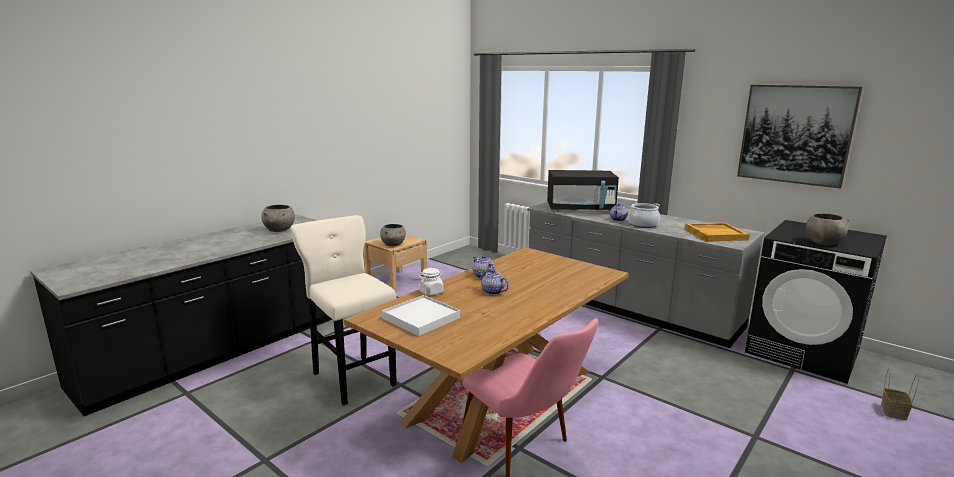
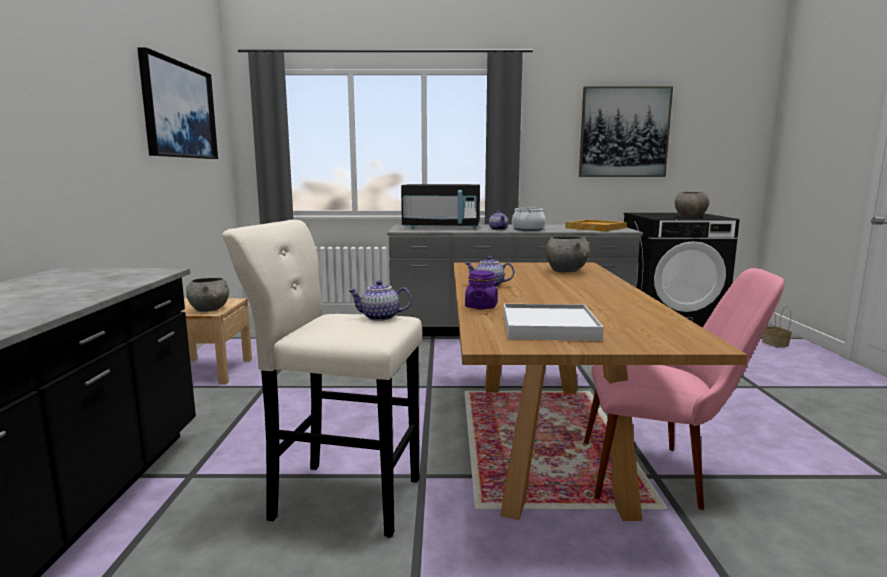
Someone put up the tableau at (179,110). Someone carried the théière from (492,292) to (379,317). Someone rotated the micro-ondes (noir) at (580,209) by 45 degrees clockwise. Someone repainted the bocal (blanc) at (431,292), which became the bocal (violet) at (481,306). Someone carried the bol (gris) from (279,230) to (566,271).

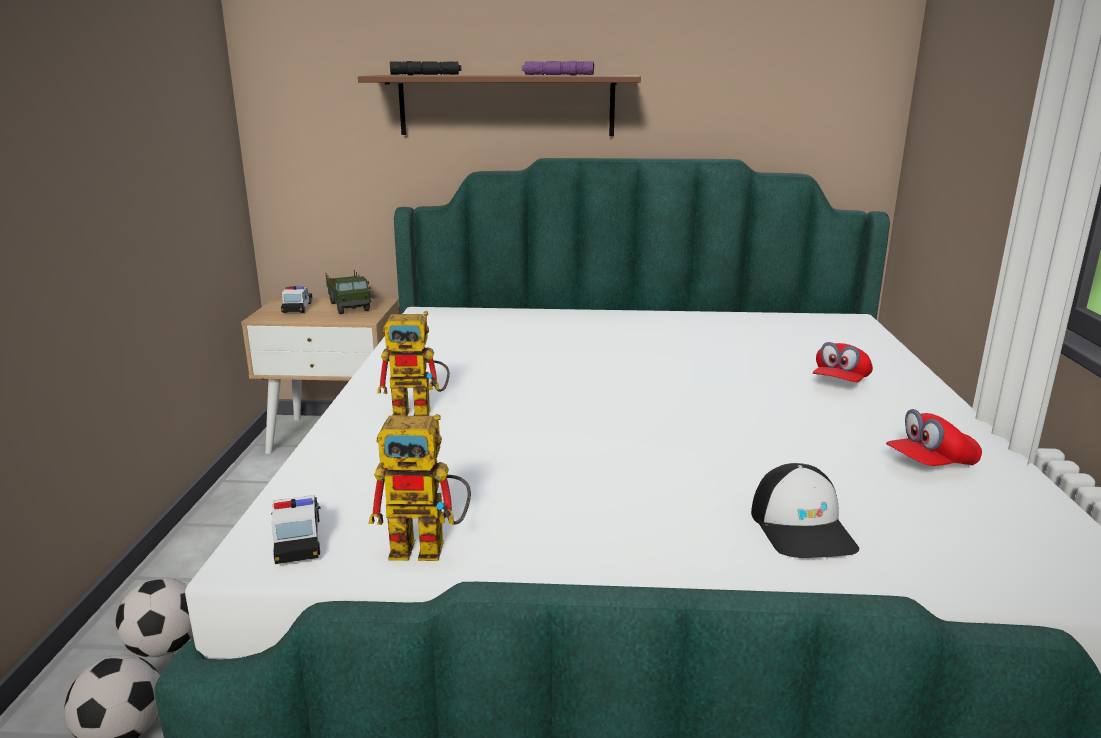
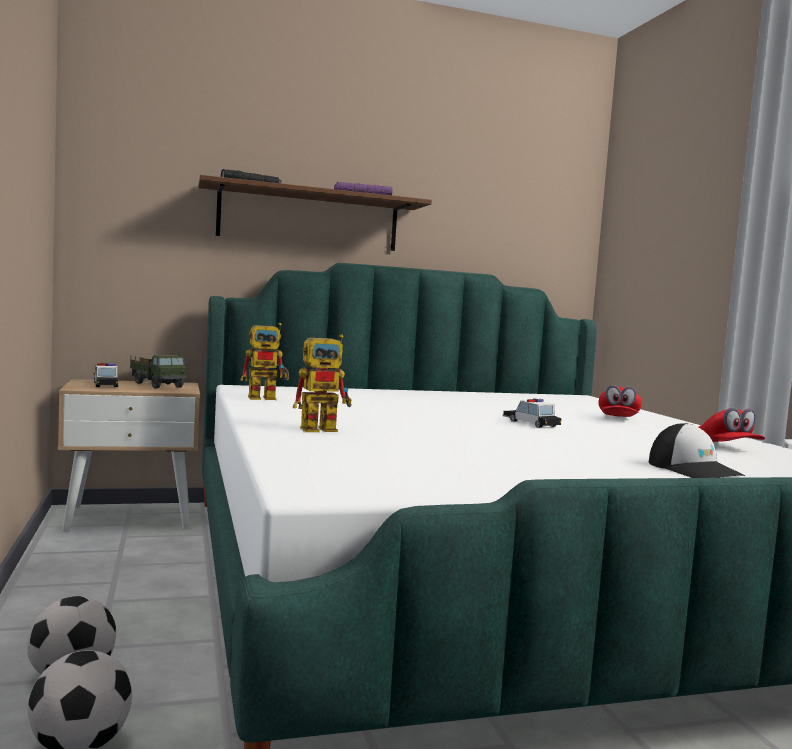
Someone carried the robot jouet from (430,547) to (268,398). Someone carried the petite voiture from (298,537) to (530,423). Someone rotated the casquette (rouge) at (930,464) by 60 degrees counterclockwise.

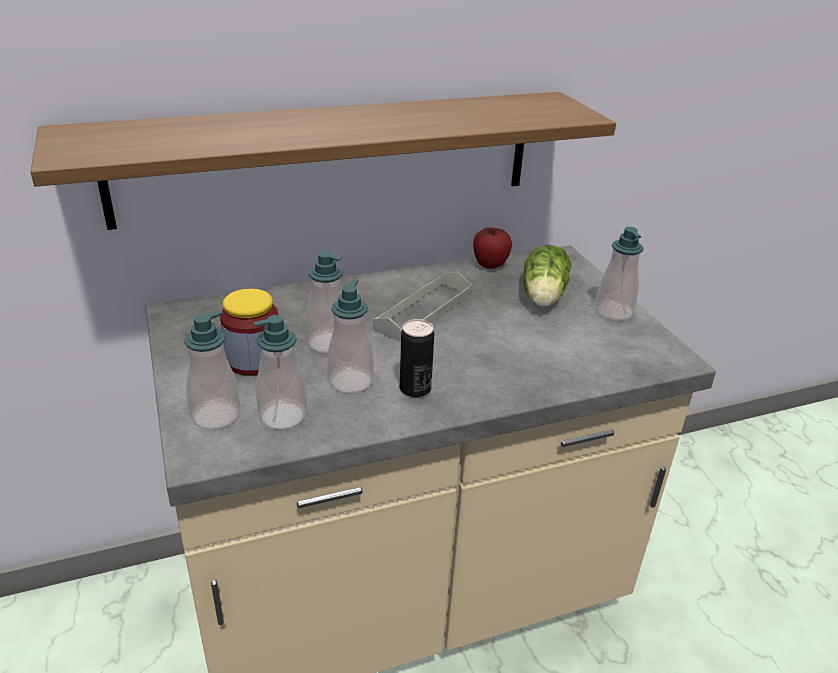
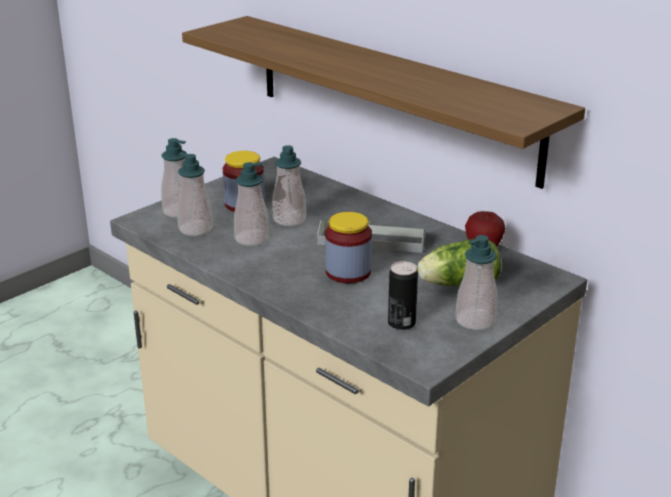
Someone put down the bocal at (348,272). Someone carried the boîte métallique from (415,389) to (401,323).

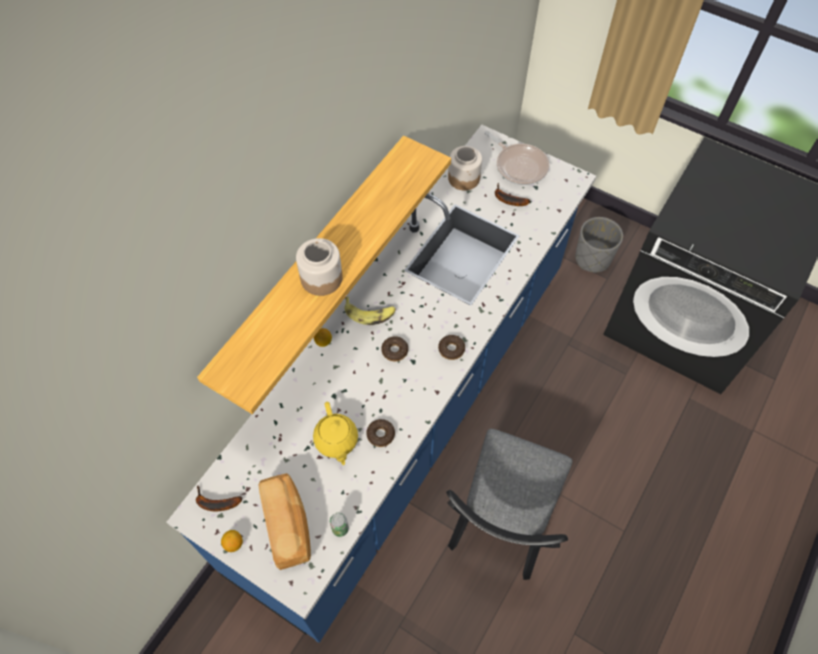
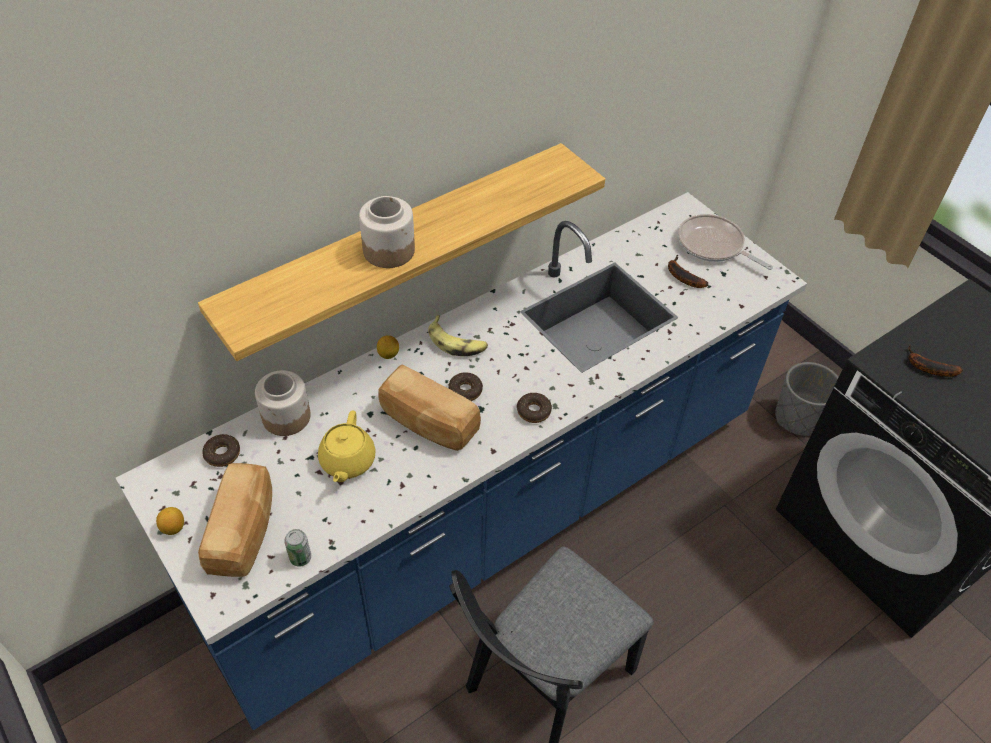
Someone carried the beignet from (380,434) to (222,454). Someone carried the bocal from (464,178) to (287,417). Someone put down the pain at (428,423). Someone rotated the poêle at (519,165) by 150 degrees clockwise. Someone carried the banane from (215,503) to (927,367).

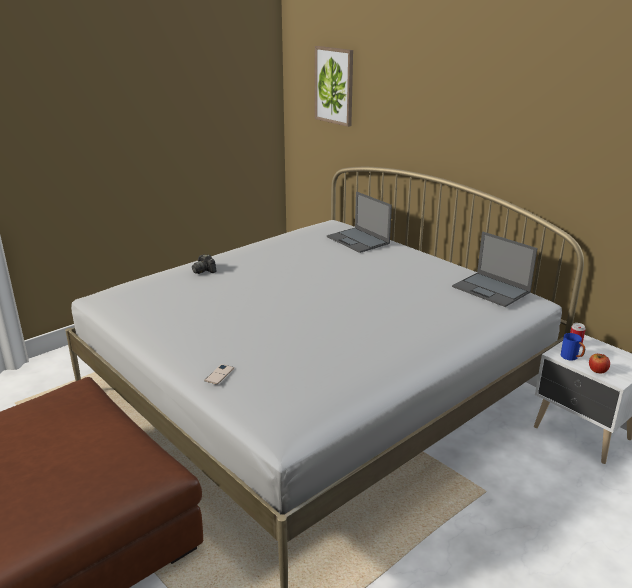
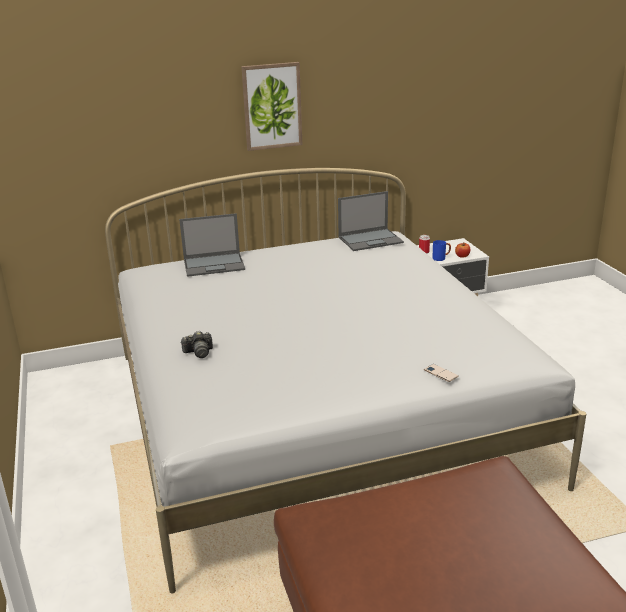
Someone carried the tableau from (334,85) to (272,106).

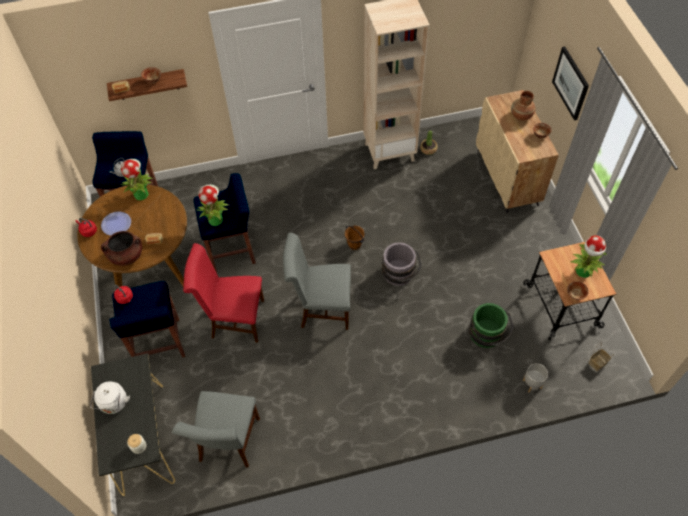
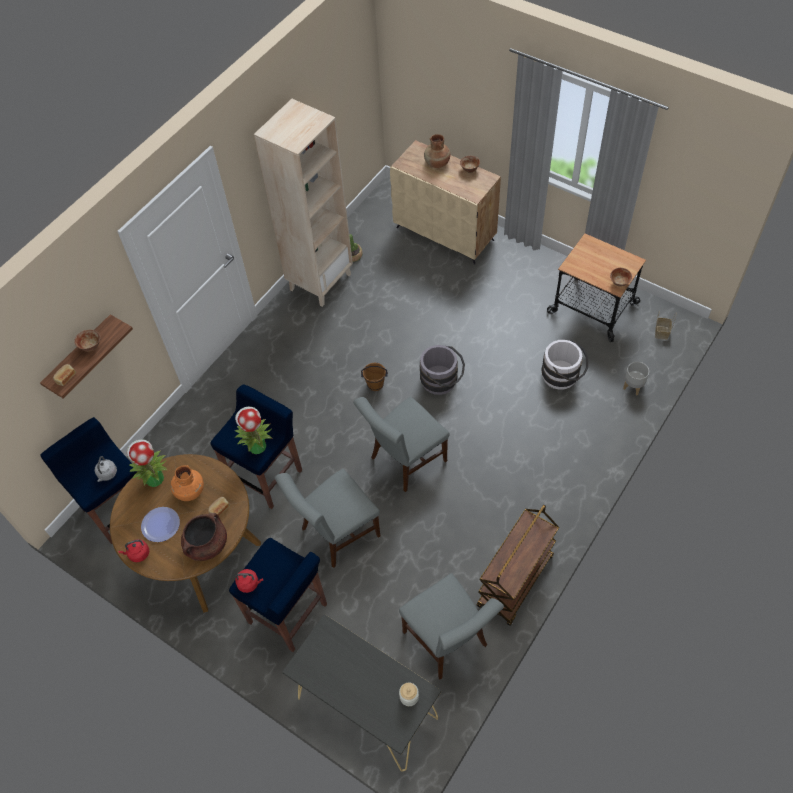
Someone put down the vase (orange) at (189,491). Someone repainted the chaise (rouge) at (233,319), which became the chaise (gris) at (336,534). Someone put down the chariot (marron) at (515,582). Someone repainted the seau (vert) at (487,336), which became the seau (blanc) at (563,376). Someone took away the bouilloire (blanc) at (113,404). Someone took away the tableau at (571,83). Someone took away the plante en pot at (583,271).

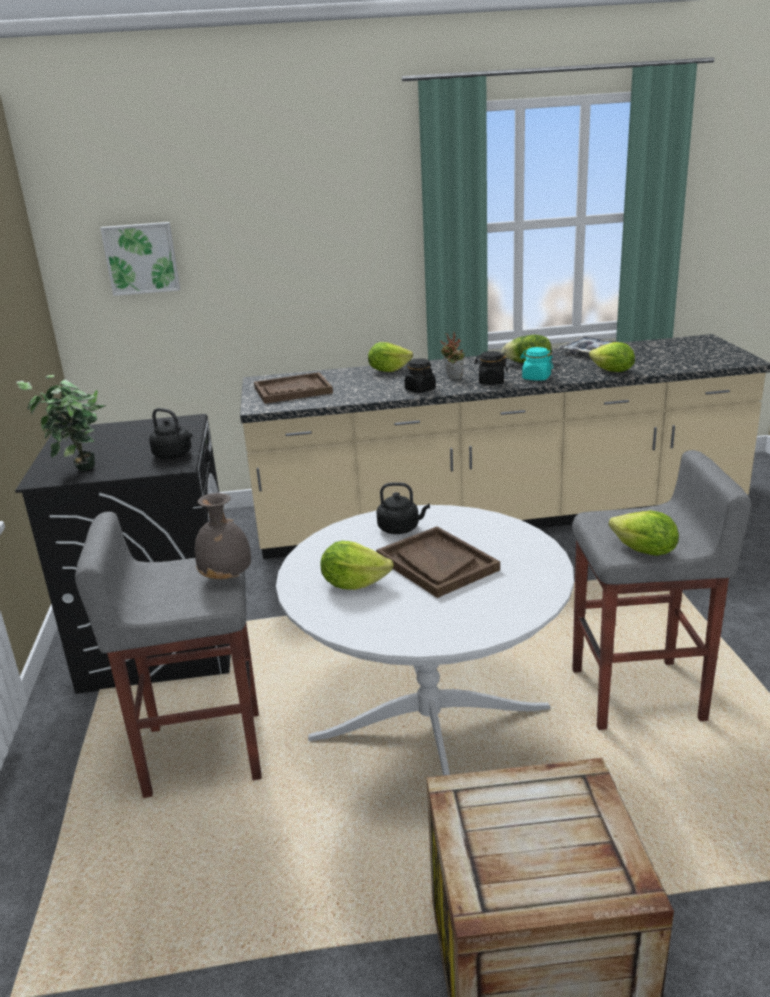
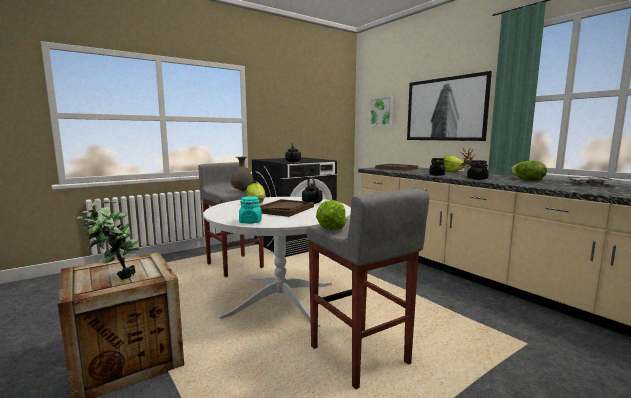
Someone carried the plante en pot from (80,473) to (115,279). Someone carried the bocal (turquoise) from (536,378) to (250,222). Someone put up the tableau at (445,109). Someone took away the laitue at (612,371).

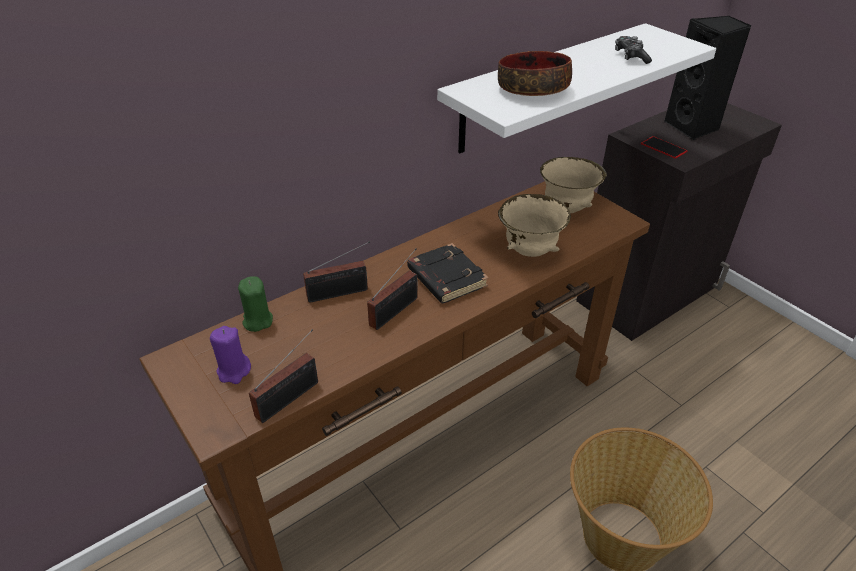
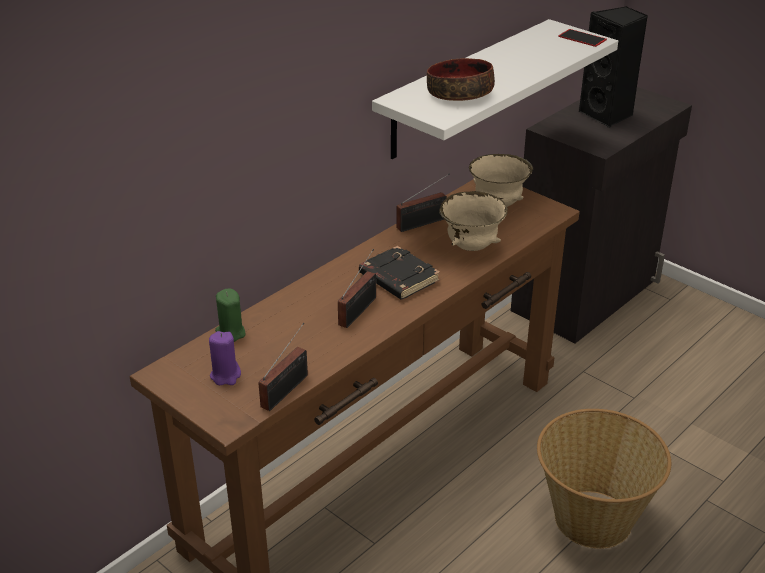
Someone carried the radio from (341,293) to (424,223). Someone carried the téléphone from (663,147) to (582,38). Someone took away the manette at (630,57).

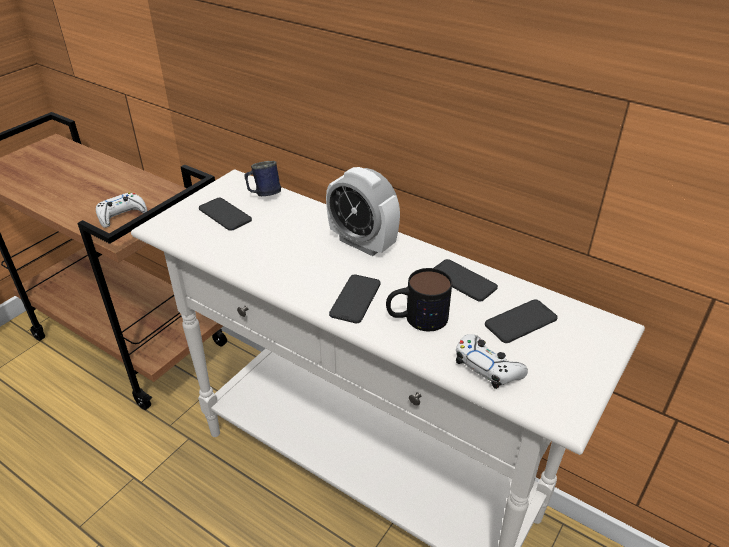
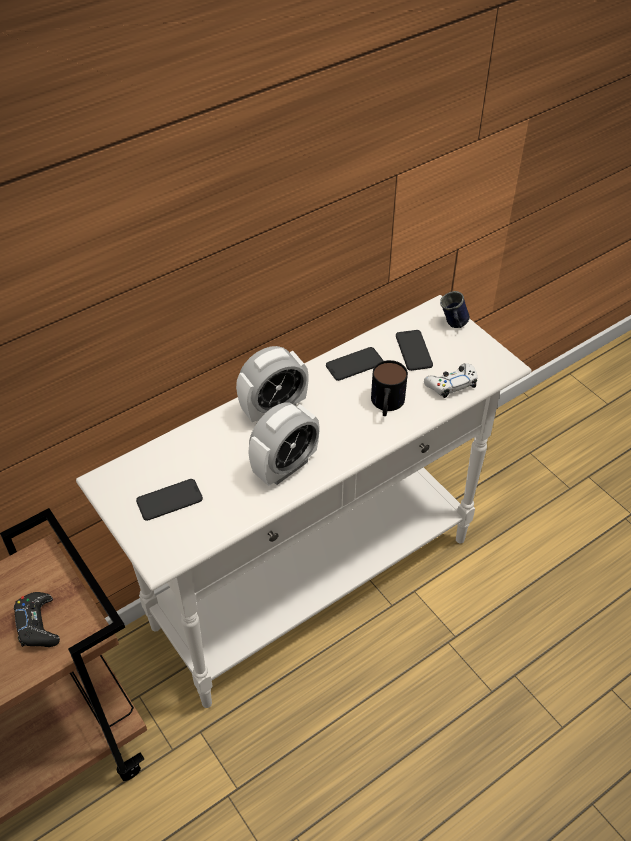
Someone repainted the manette (blanc) at (121,215), which became the manette (noir) at (38,625). Someone put down the réveil at (285,467). Someone carried the mug (bleu) from (264,194) to (453,325). Someone took away the téléphone at (355,299).

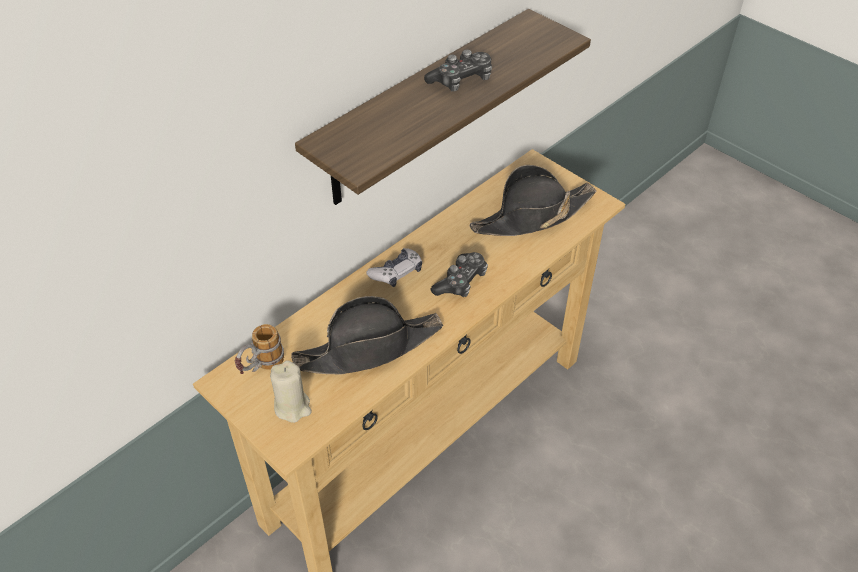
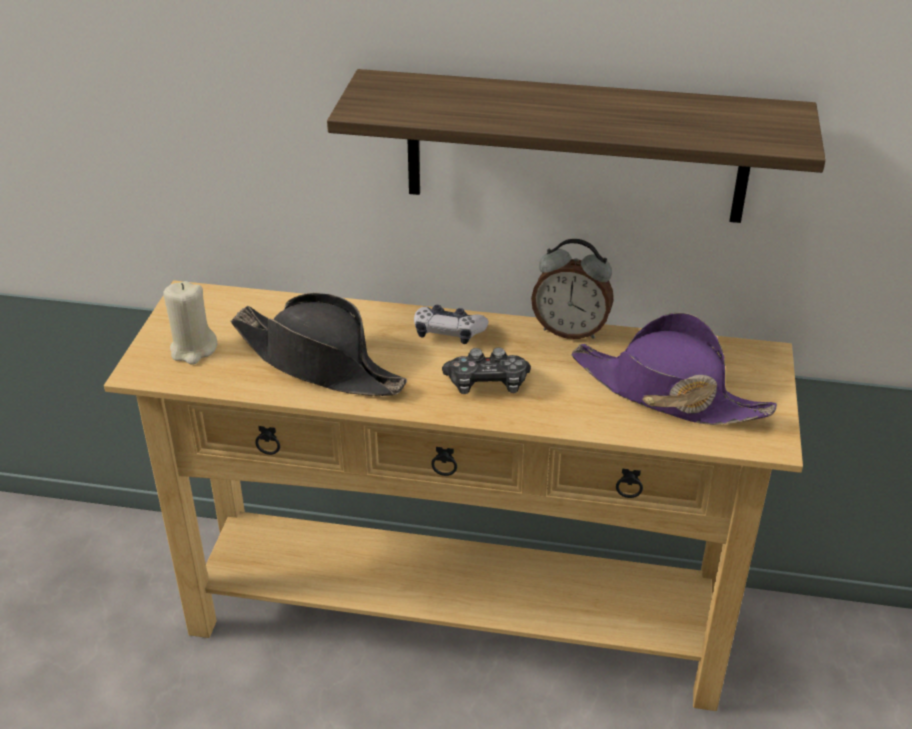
Someone put down the réveil at (570,330). Someone repainted the chapeau (noir) at (532,216), which became the chapeau (violet) at (667,393). Someone took away the mug at (261,368). Someone took away the manette at (461,80).

